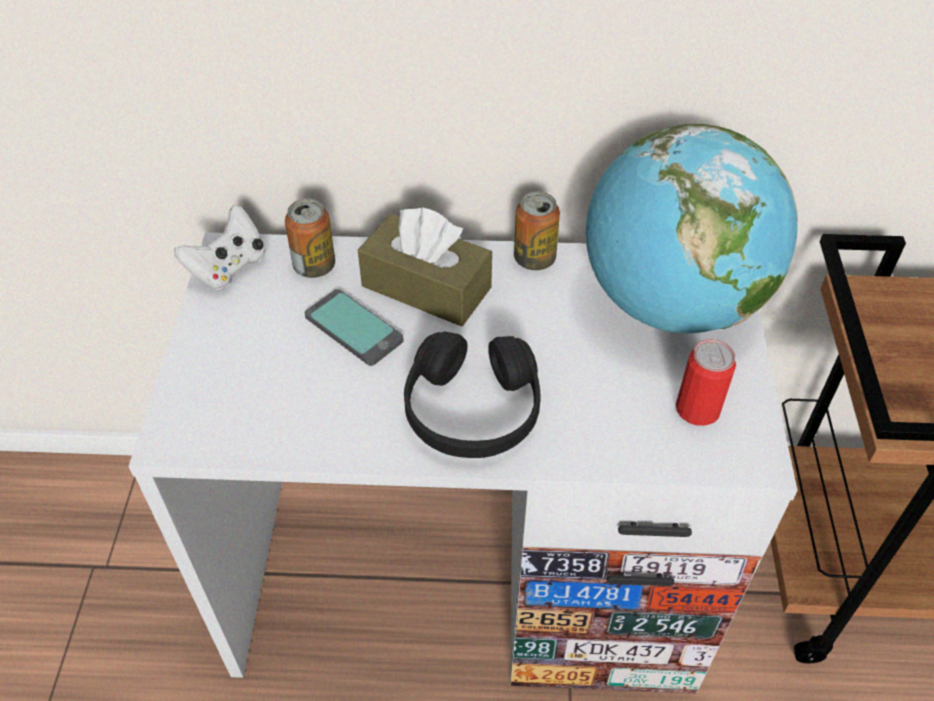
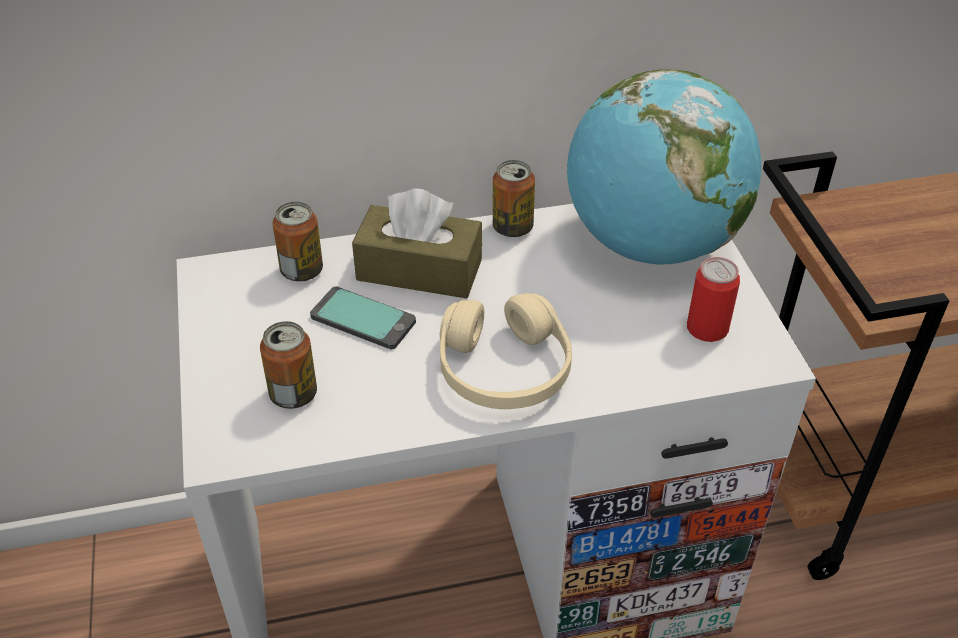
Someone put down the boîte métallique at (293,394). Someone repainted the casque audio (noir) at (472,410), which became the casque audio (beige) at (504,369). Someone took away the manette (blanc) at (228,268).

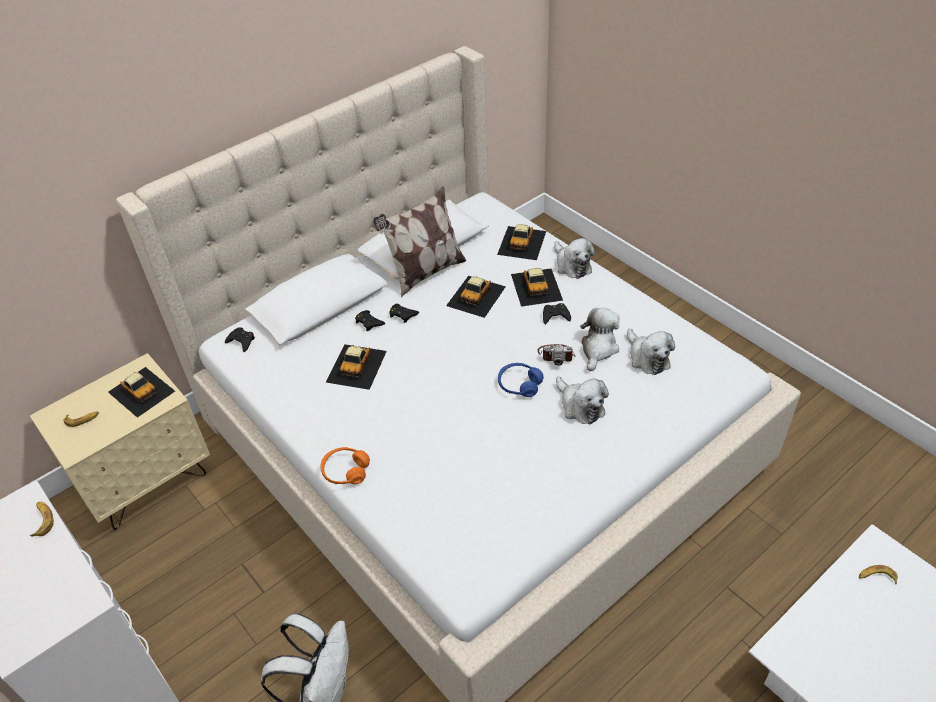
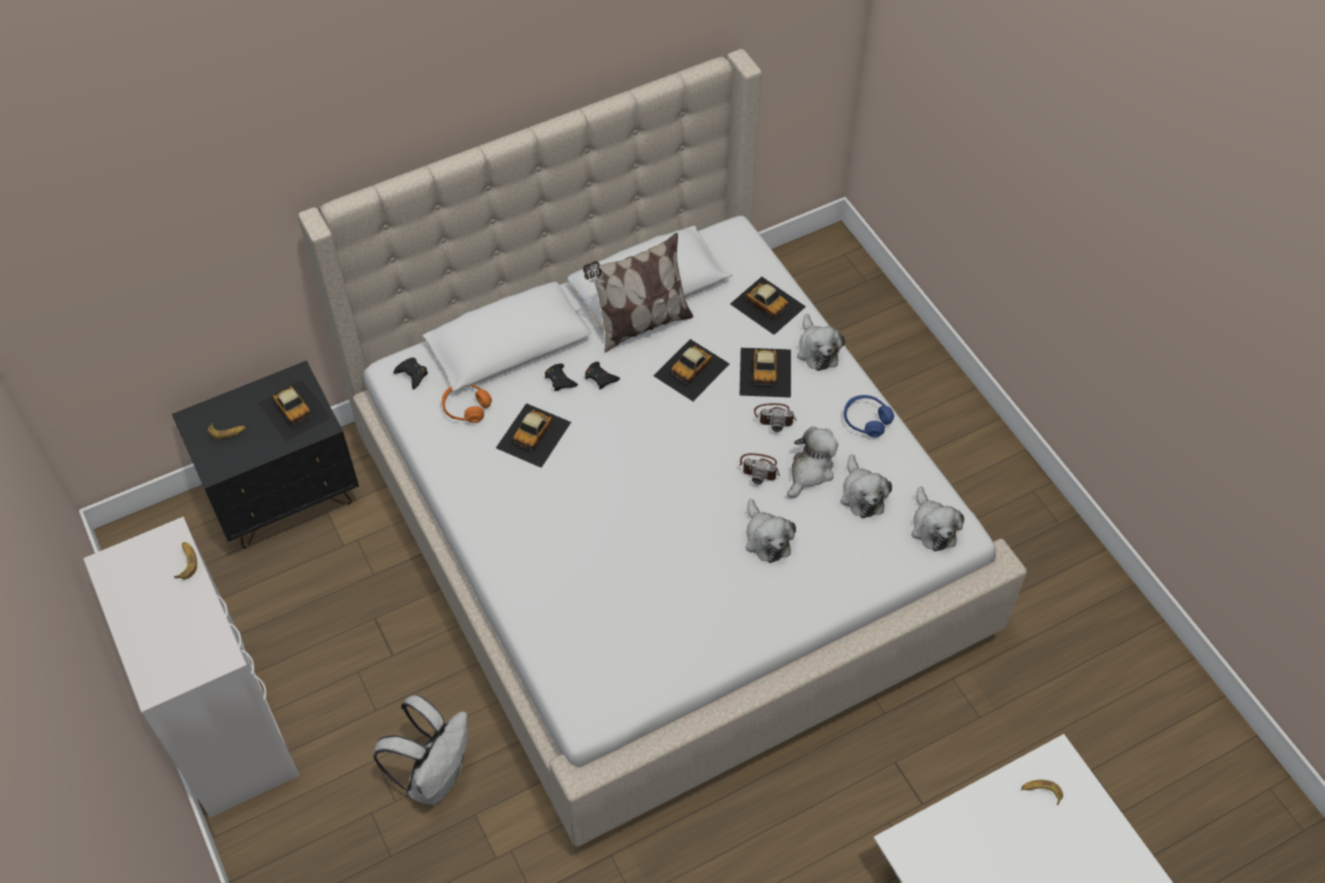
Someone repainted the table de chevet (beige) at (147,481), which became the table de chevet (noir) at (285,498). Someone carried the casque audio (orange) from (345,471) to (466,407). Someone rotated the petite voiture at (522,242) by 75 degrees counterclockwise. Someone swapped the manette (noir) at (555,316) for the appareil photo at (775,417). Someone carried the casque audio (bleu) from (519,385) to (866,420). Someone put down the peluche at (932,527).

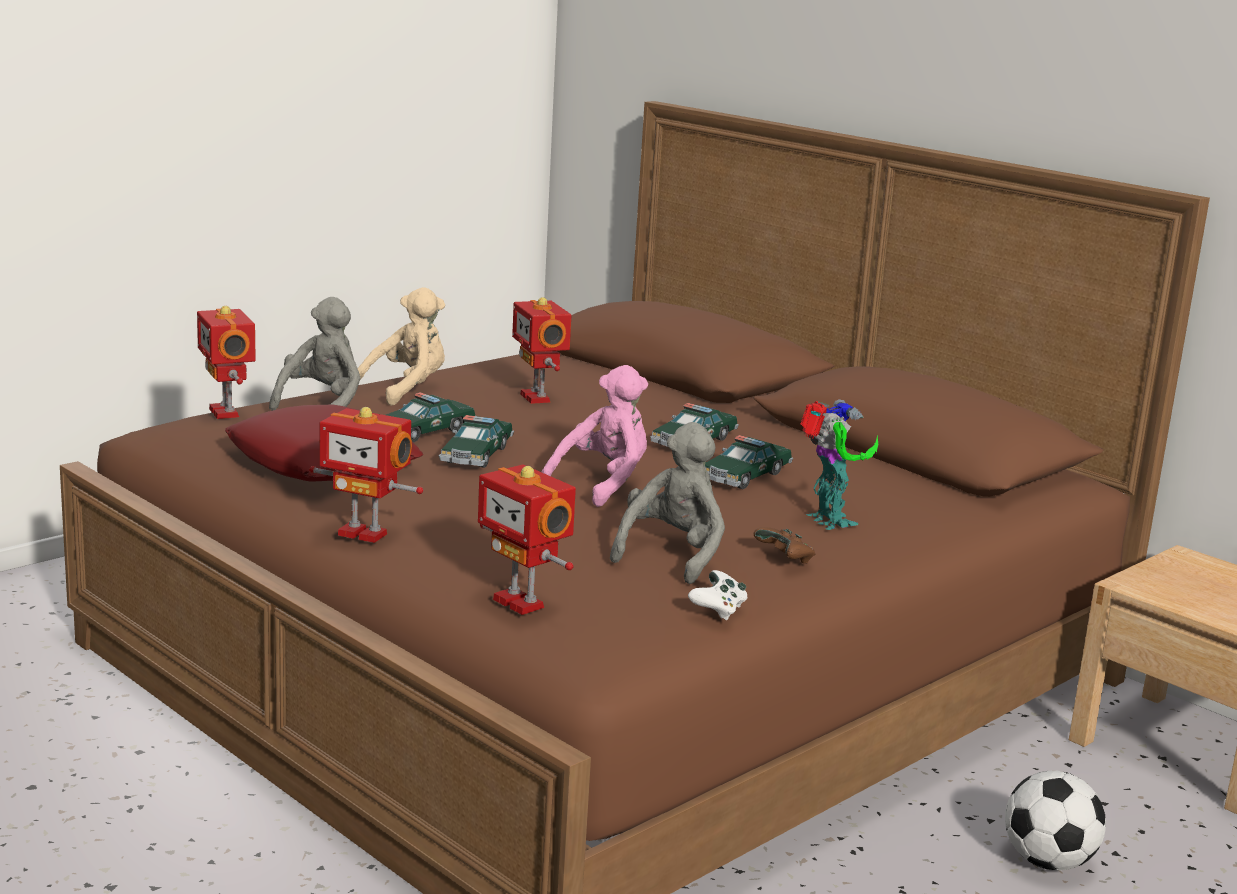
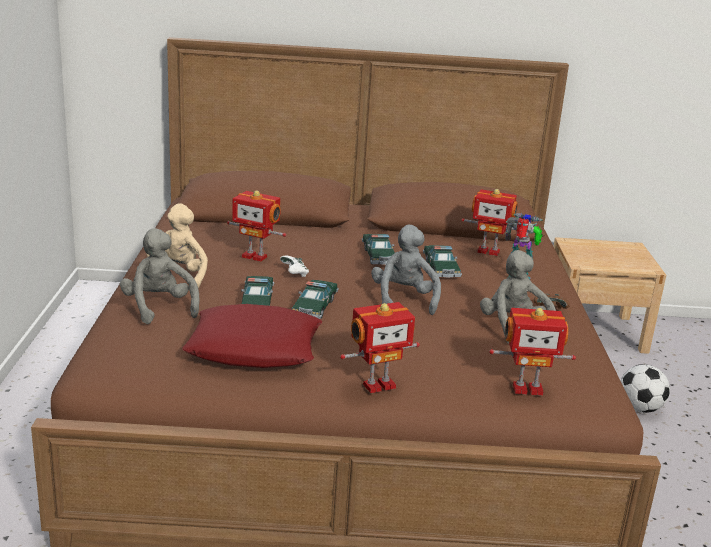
Someone carried the manette (blanc) from (718,610) to (294,274). Someone rotated the petite voiture at (477,454) by 45 degrees clockwise. Someone repainted the peluche (rose) at (603,484), which became the peluche (gris) at (404,300). Someone carried the robot jouet from (226,412) to (488,251).

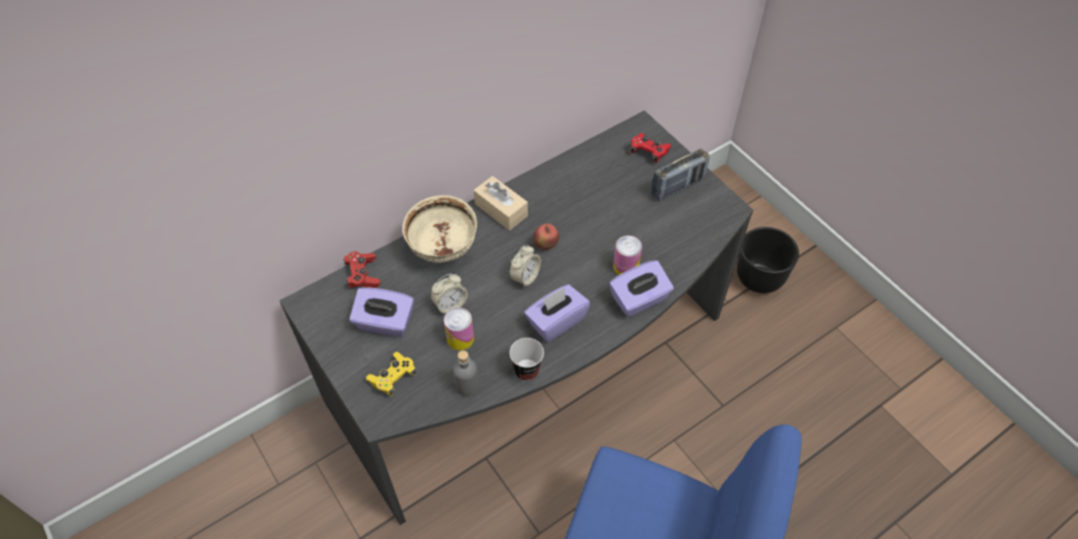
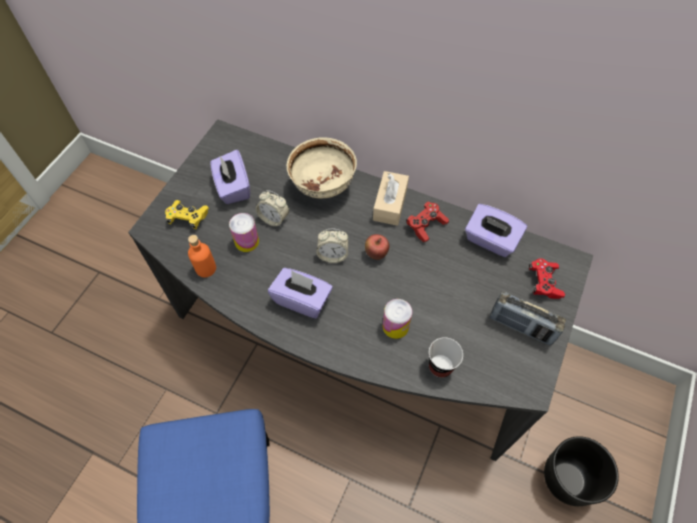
Someone repainted the bouteille (gris) at (467,386), which became the bouteille (orange) at (205,268). Someone carried the manette (rouge) from (363,275) to (426,225). Someone carried the tasse from (527,371) to (440,366). Someone carried the boîte à mouchoirs (violet) from (639,299) to (490,240).

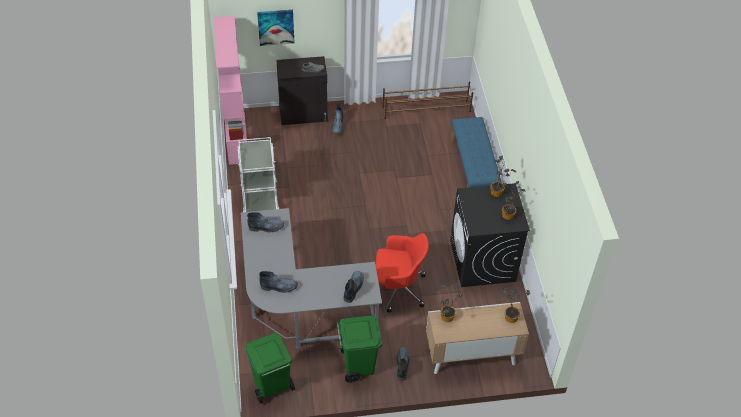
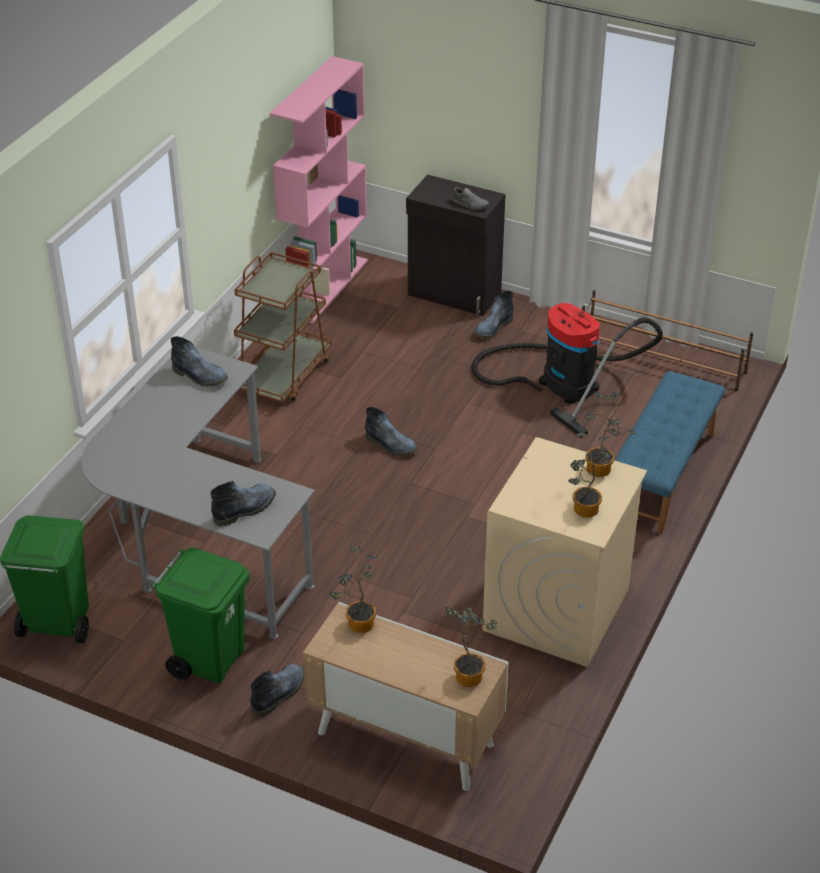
Someone repainted the chariot (blanc) at (260,198), which became the chariot (marron) at (284,374). Someone carried the botte from (279,286) to (392,445). Someone put down the aspirateur at (562,382). Someone repainted the lave-linge (noir) at (482,261), which became the lave-linge (beige) at (556,610). Someone took away the tableau at (276,27). Someone took away the chaise de bureau (rouge) at (398,288).

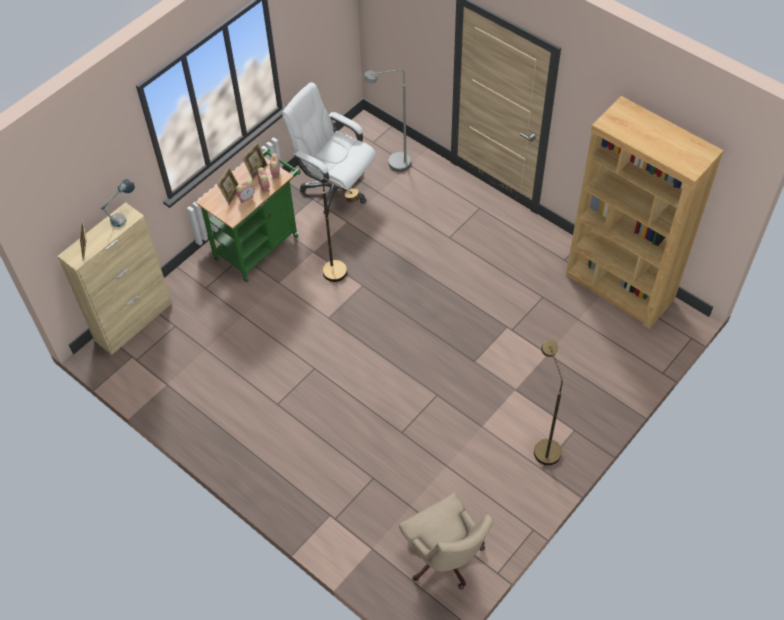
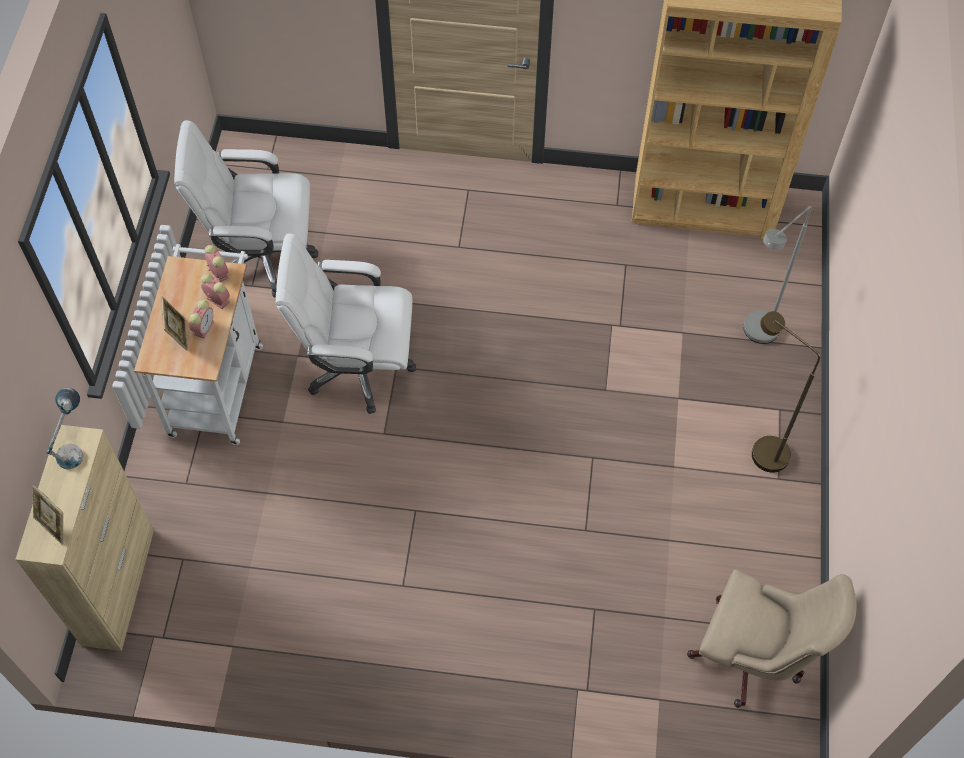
Someone repainted the chariot (vert) at (260,244), which became the chariot (blanc) at (217,383). Someone swapped the lampadaire (marron) at (341,274) for the chaise de bureau (blanc) at (357,367). Someone carried the lampadaire (gris) from (393,164) to (755,335). Someone took away the cadre photo at (256,170).

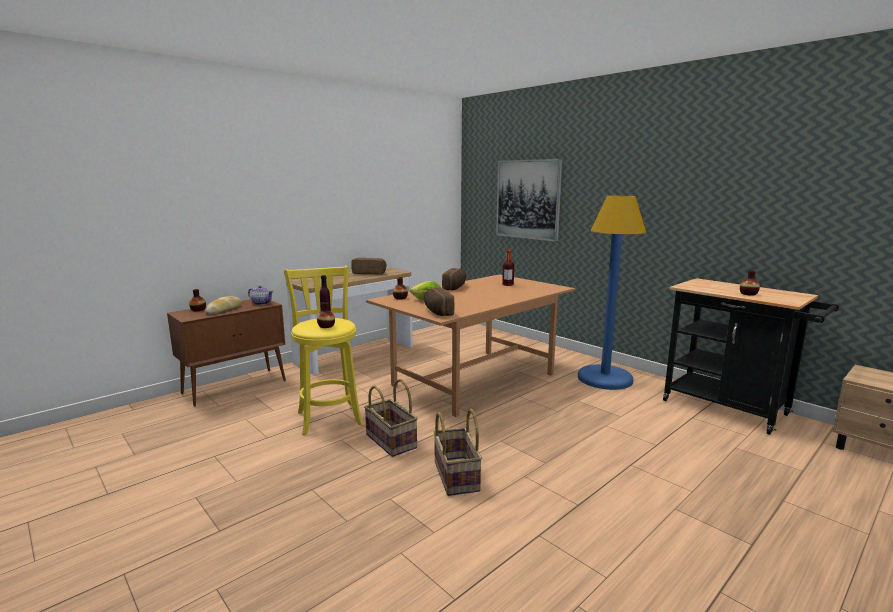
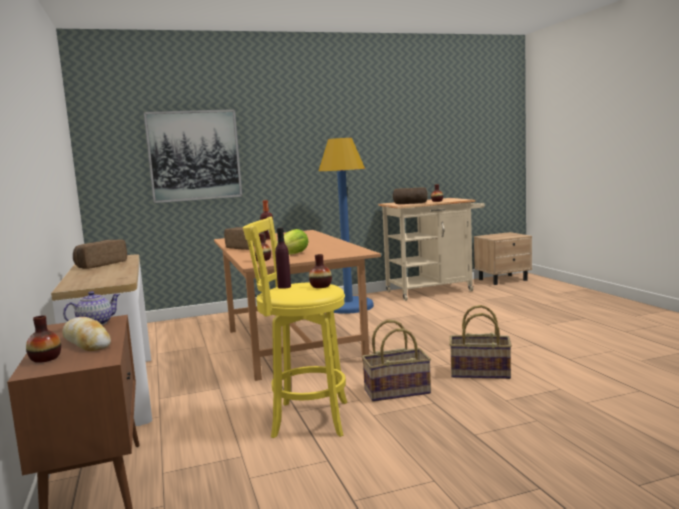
Someone repainted the chariot (noir) at (732,410), which became the chariot (beige) at (434,290). Someone carried the pain from (437,311) to (410,203).

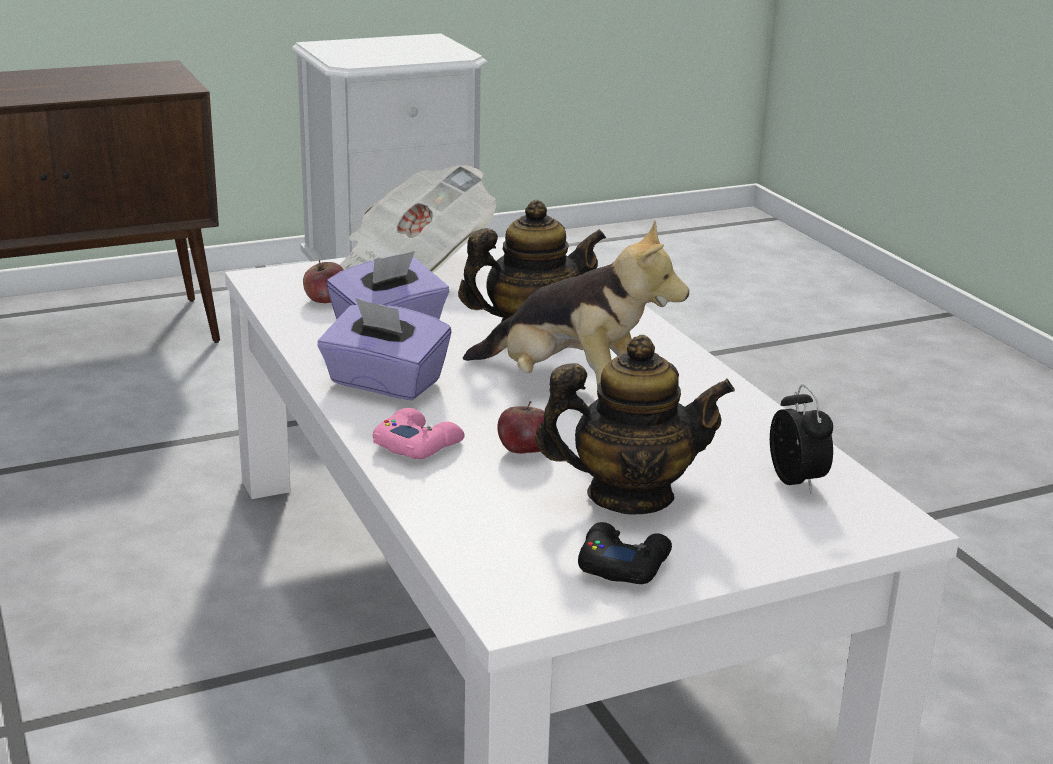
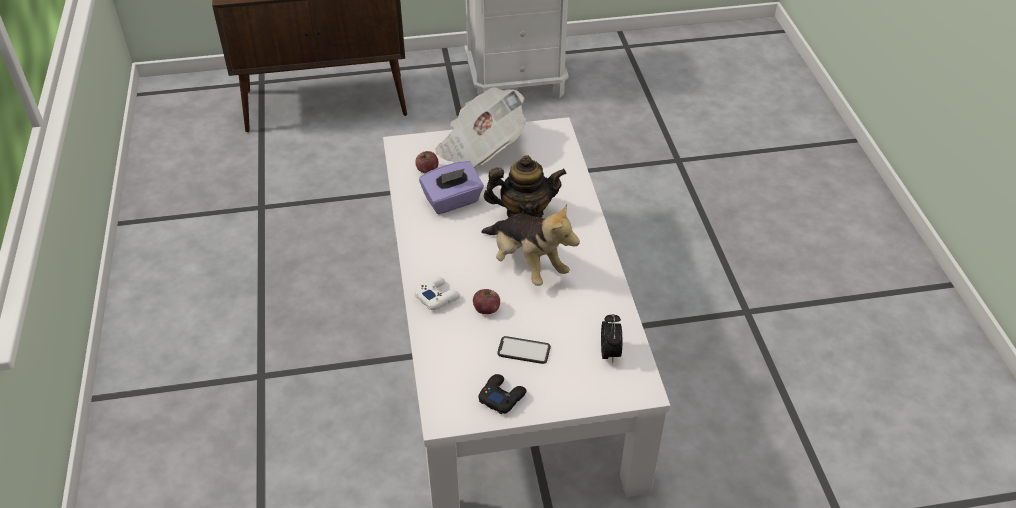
Someone repainted the manette (rose) at (417,444), which became the manette (blanc) at (437,296). Someone swapped the théière at (629,496) for the téléphone at (524,350). Someone took away the boîte à mouchoirs (violet) at (384,383).

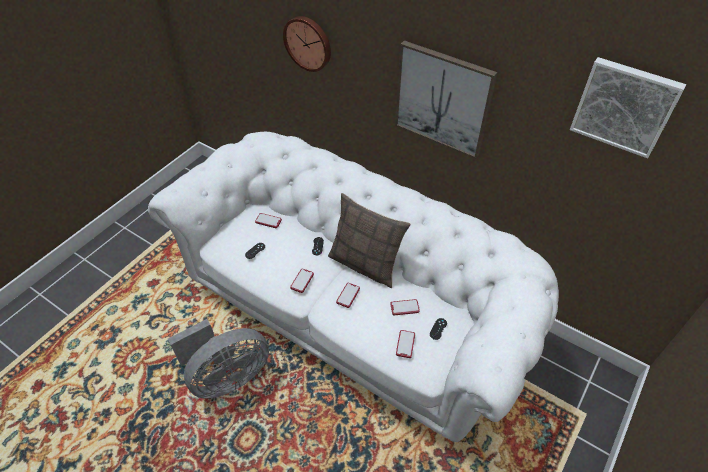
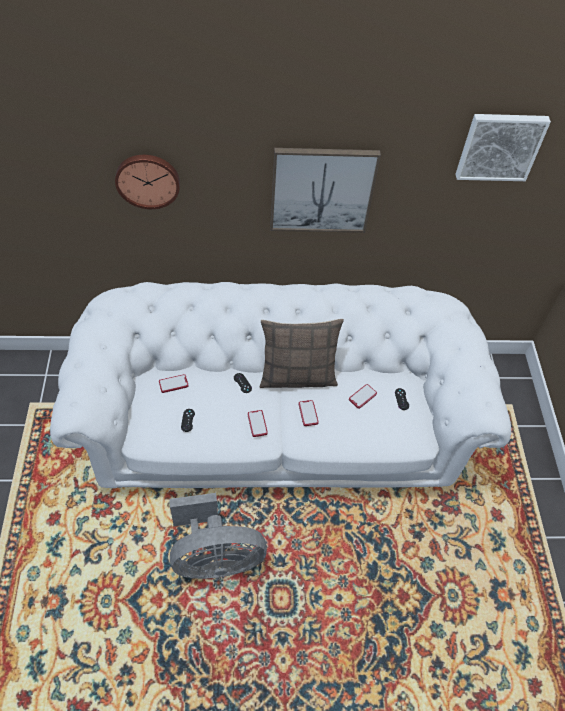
Someone rotated the ventilateur (gris) at (227,376) by 60 degrees clockwise. Someone took away the téléphone at (405,344).

